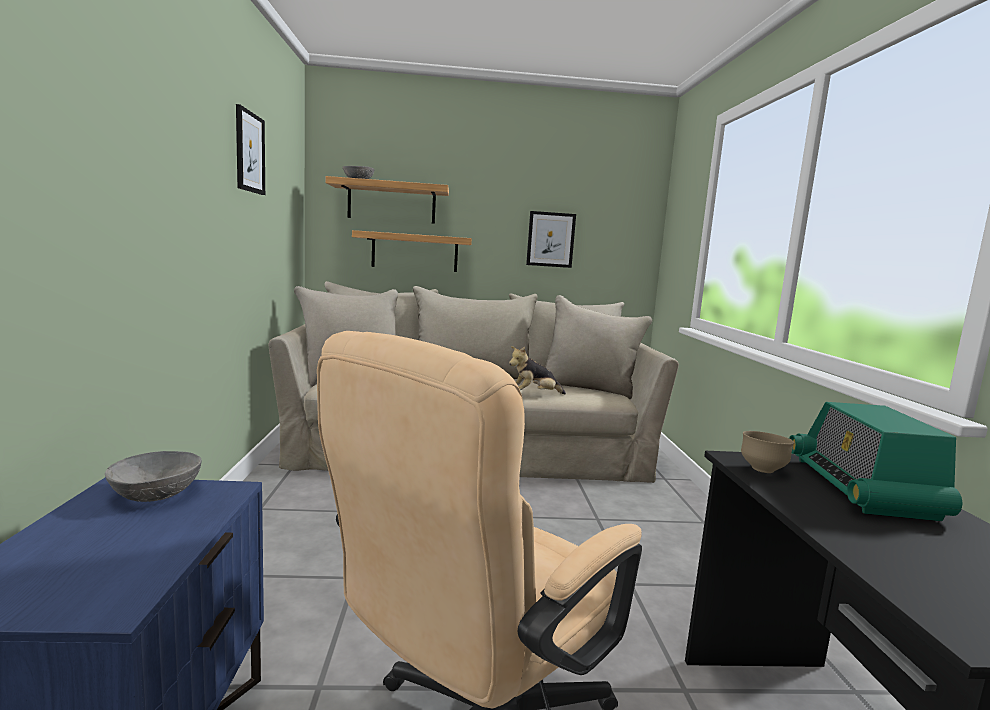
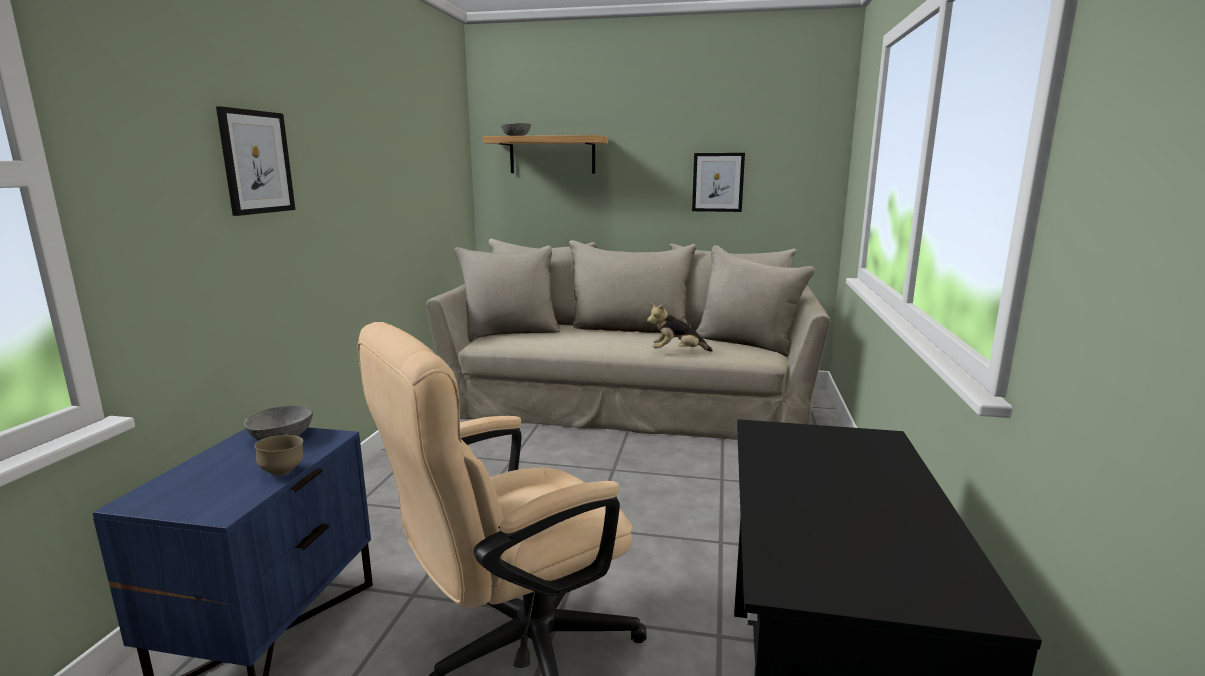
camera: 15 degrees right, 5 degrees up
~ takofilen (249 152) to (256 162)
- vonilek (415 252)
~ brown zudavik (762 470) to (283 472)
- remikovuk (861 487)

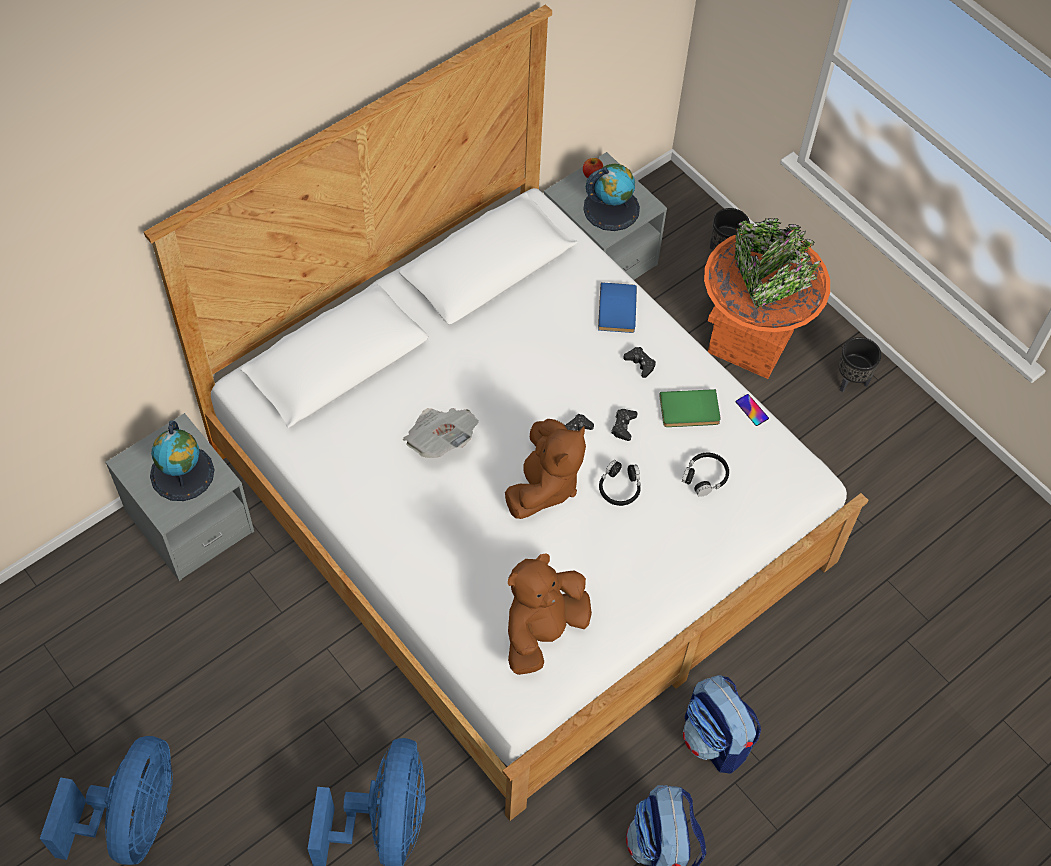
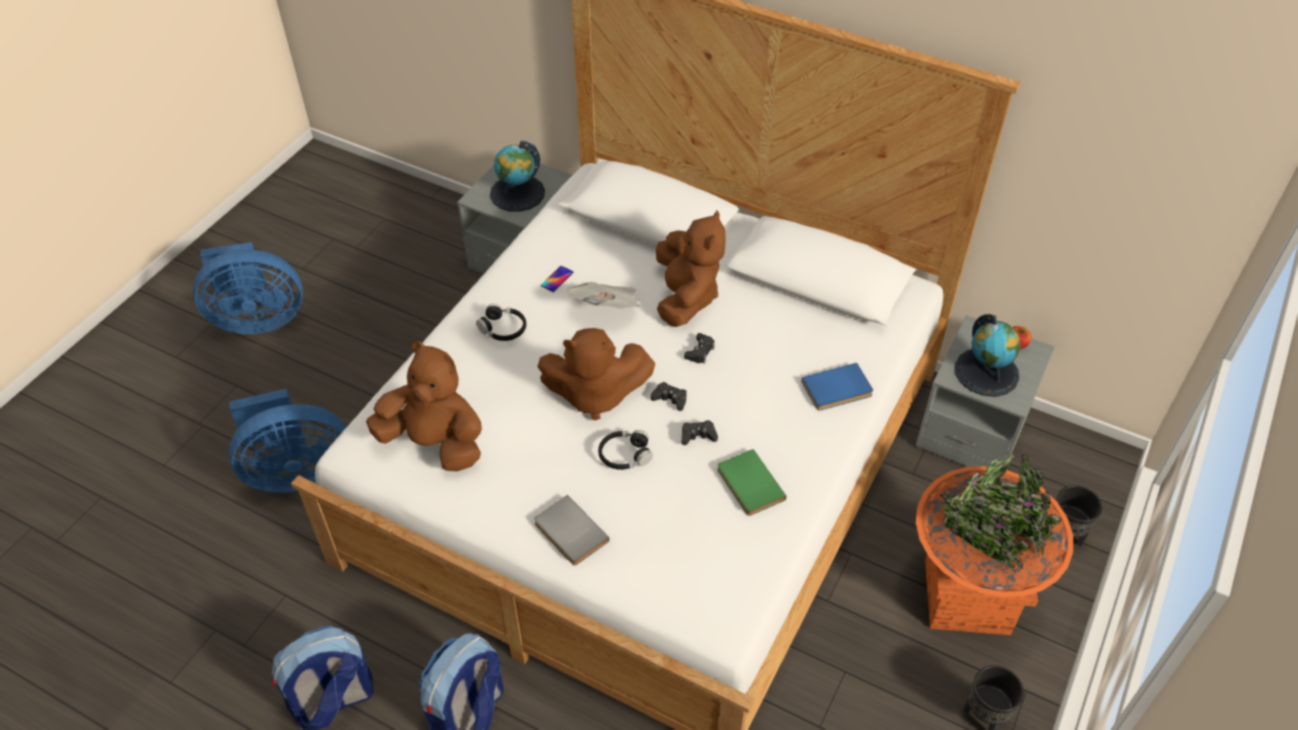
camera: 70 degrees right, 10 degrees down
~ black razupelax (640 364) to (700 351)
~ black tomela (705 477) to (503 329)
~ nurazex (752 410) to (557 279)
+ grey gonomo (569 533)
+ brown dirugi (686 297)

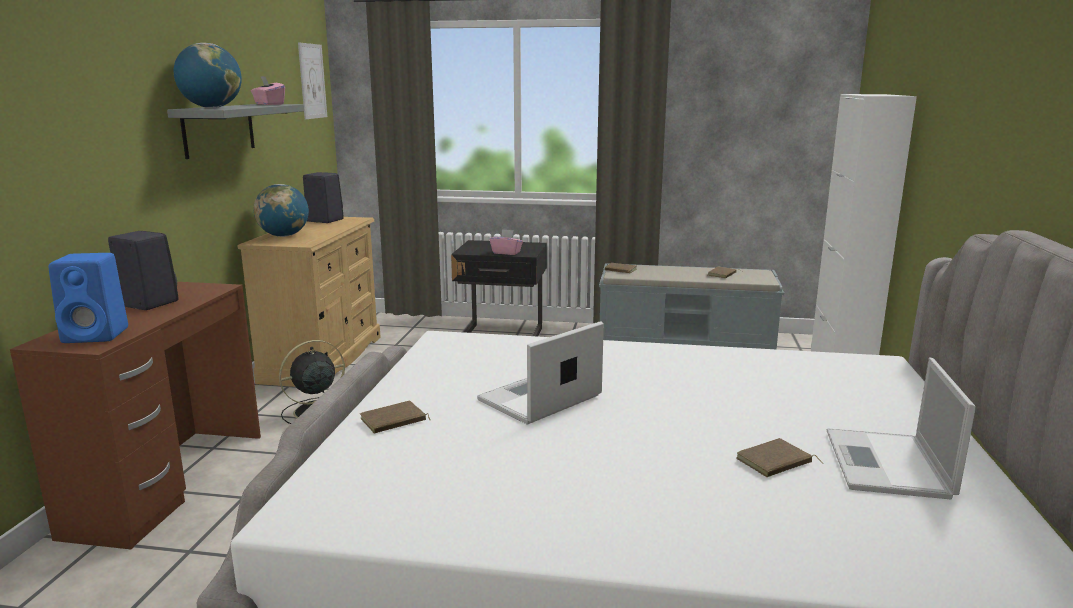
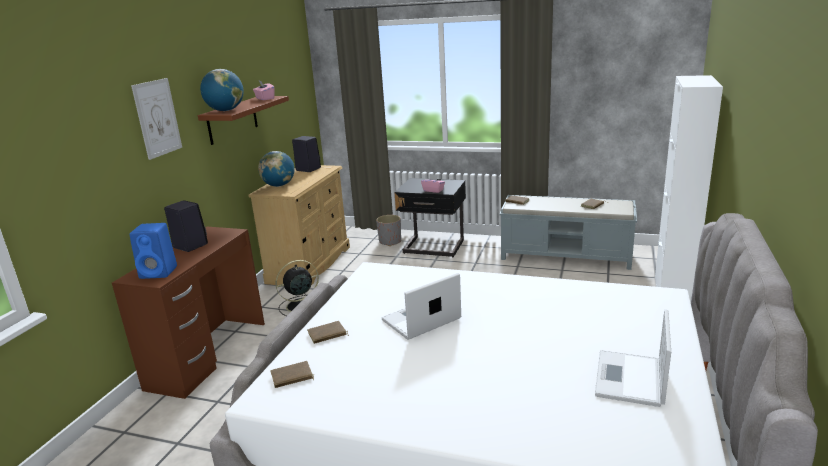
camera: 10 degrees right, 5 degrees up
~ grey vonilek (219 129) to brown vonilek (232 120)
~ takofilen (312 81) to (157 118)
~ brown gonomo (775 462) to (292 377)
+ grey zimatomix (390 242)

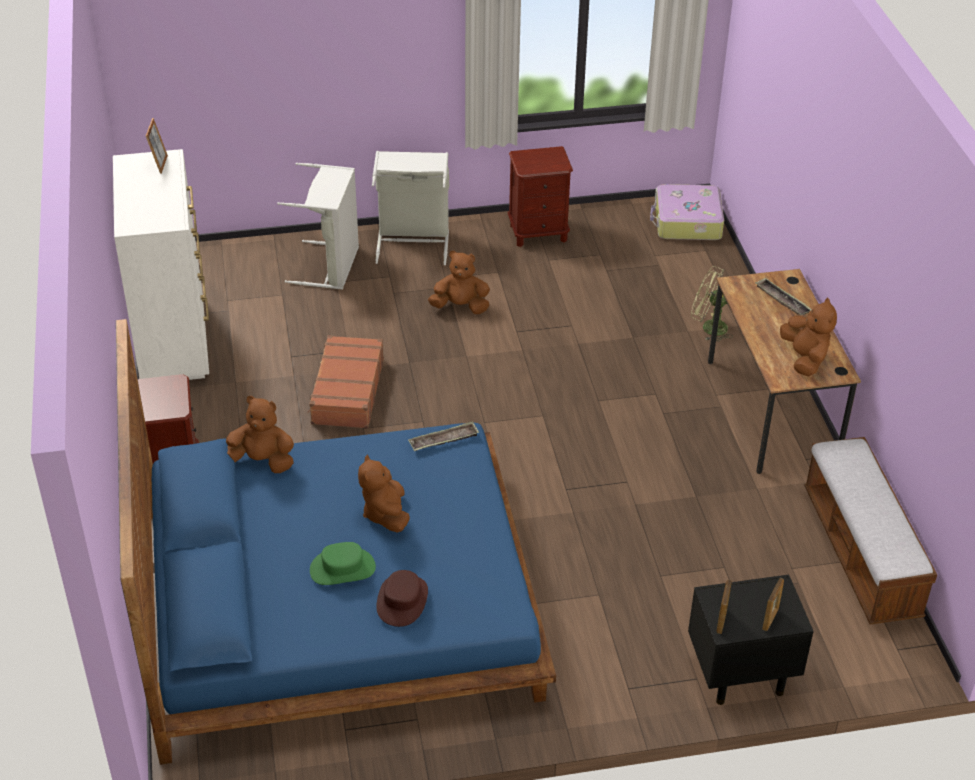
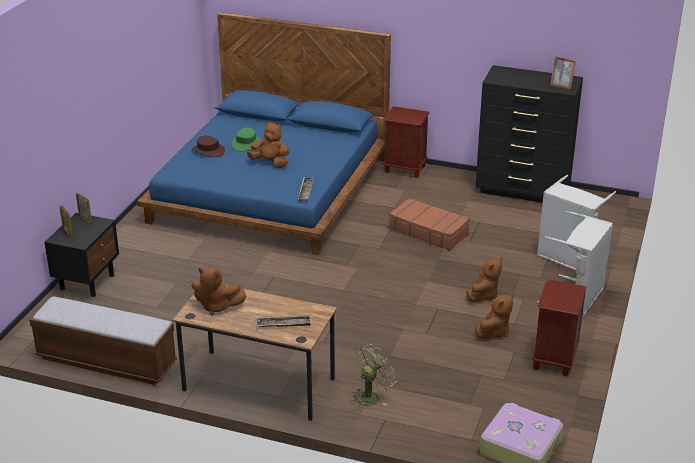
camera: 120 degrees right, 10 degrees down
~ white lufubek (174 342) to black lufubek (523 190)
~ brown dirugi (261 461) to (494 332)

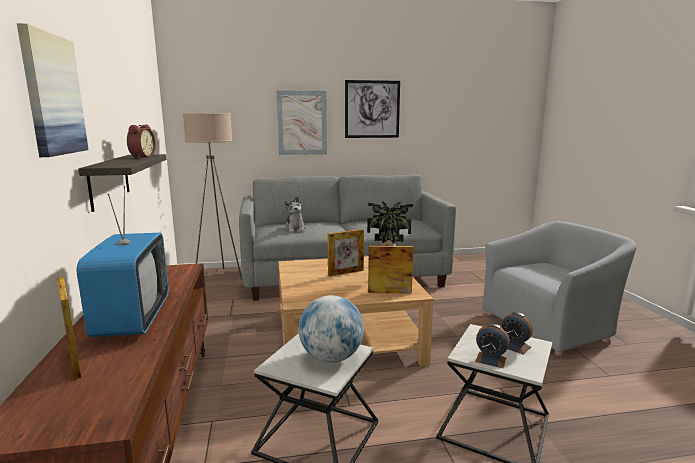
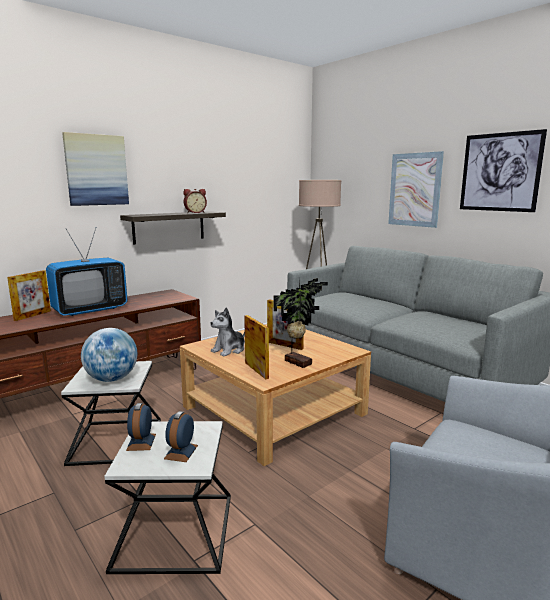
camera: 60 degrees right, 0 degrees up
~ dirugi (295 229) to (229 350)

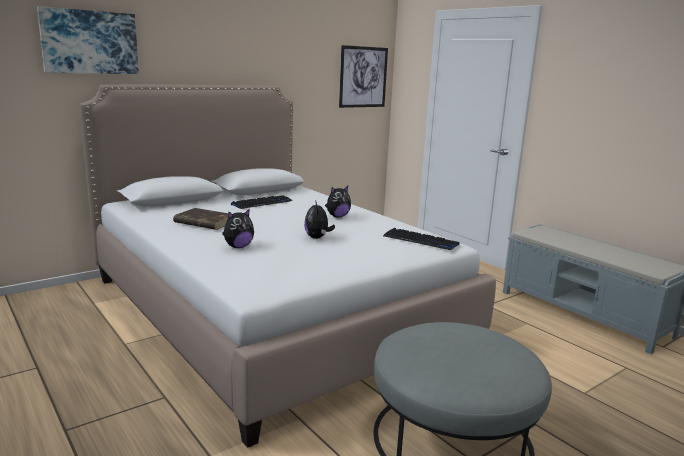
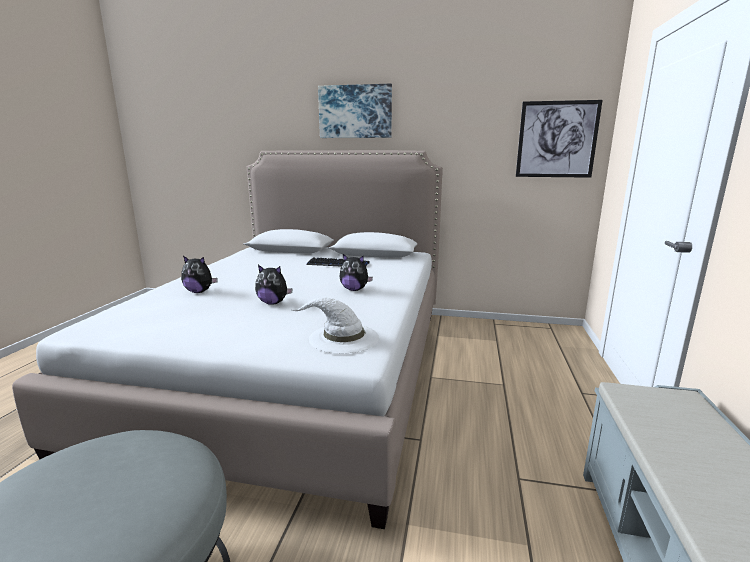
camera: 50 degrees right, 0 degrees up
~ takofilen (89 42) to (355 112)
- brown gonomo (204 222)
~ dirugi (317 238) = (273 303) 120 degrees counterclockwise
~ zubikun (420 240) to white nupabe (342 338)

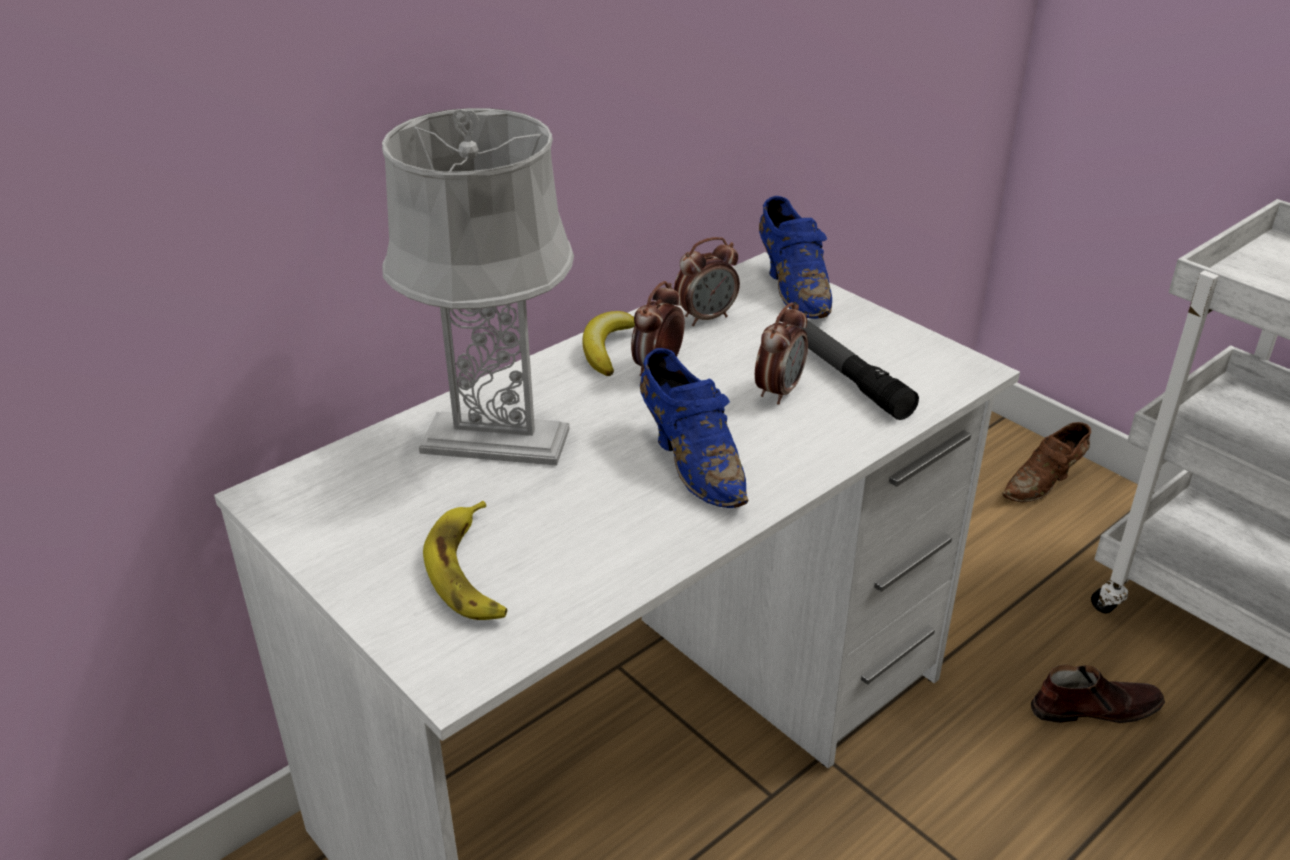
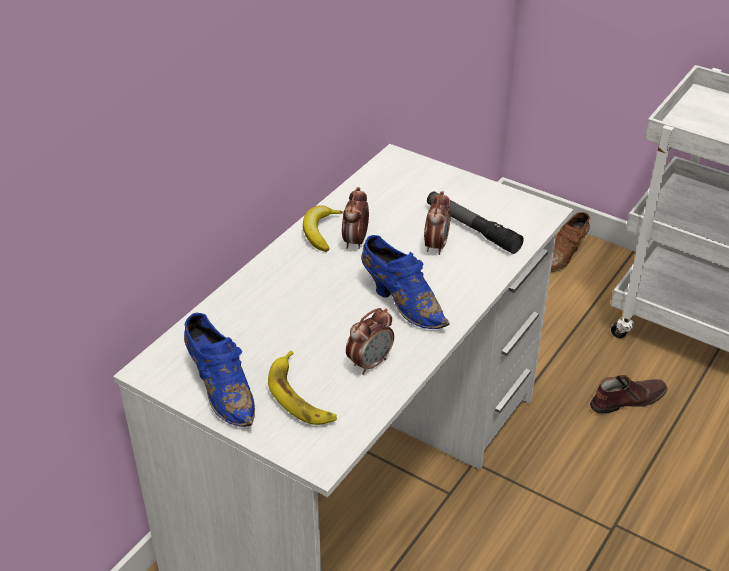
camera: 15 degrees left, 5 degrees up
- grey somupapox (494 441)
~ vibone (706 318) to (370 363)
~ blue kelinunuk (793 288) to (221 388)

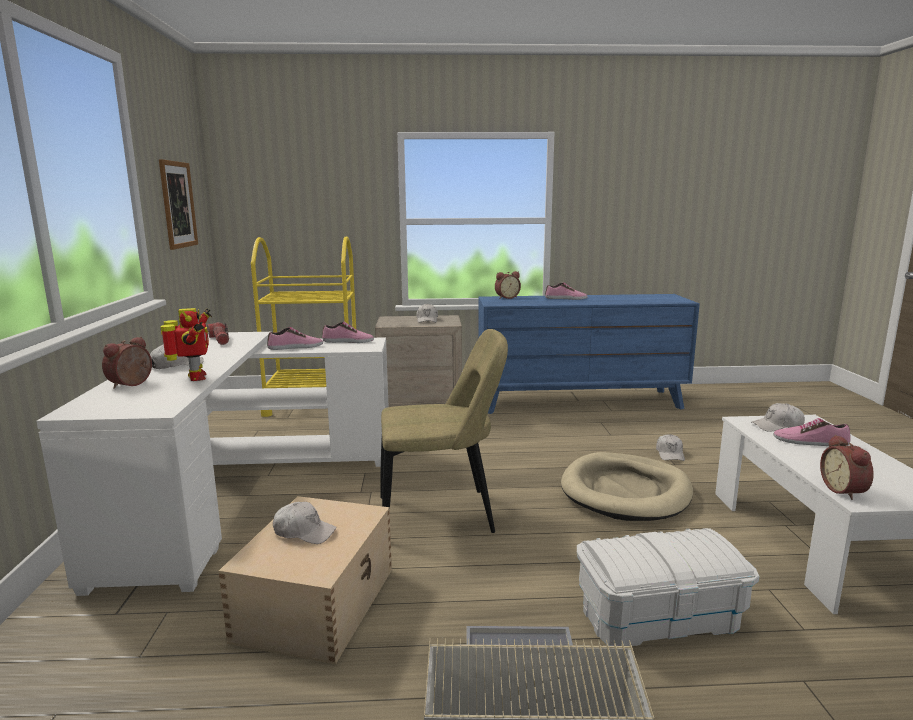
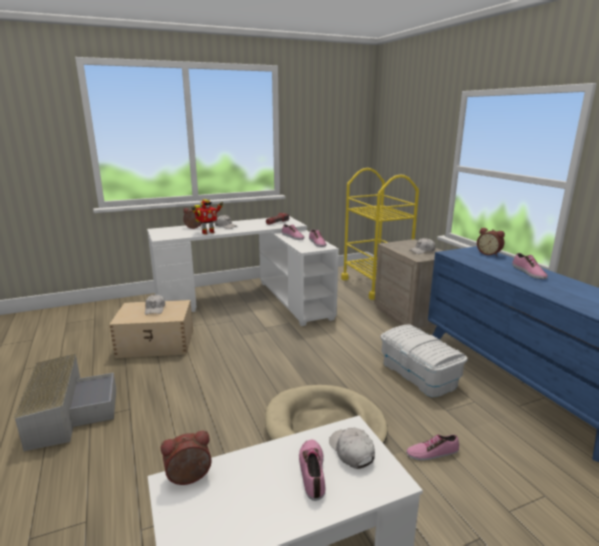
camera: 70 degrees right, 5 degrees up
- takofilen (178 204)
- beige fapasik (442 514)
~ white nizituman (658 615) to (419 374)
~ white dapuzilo (670 454) to kelinunuk (432 452)

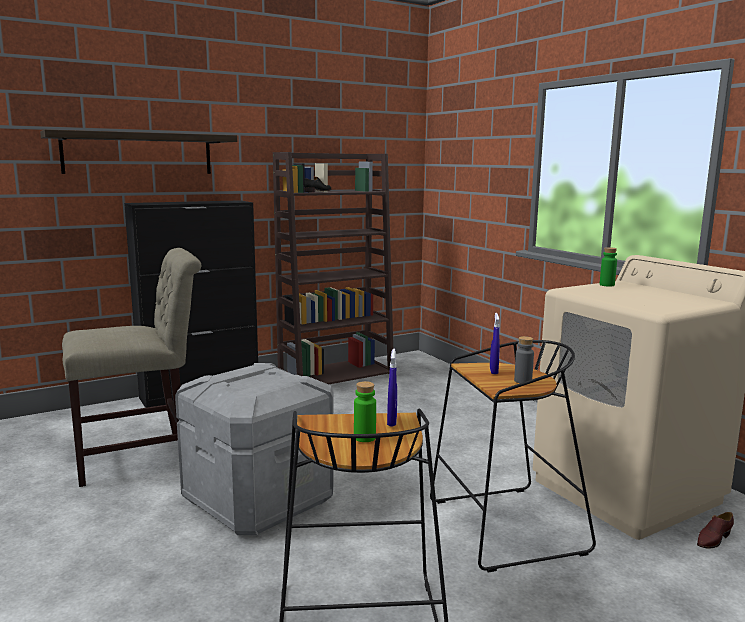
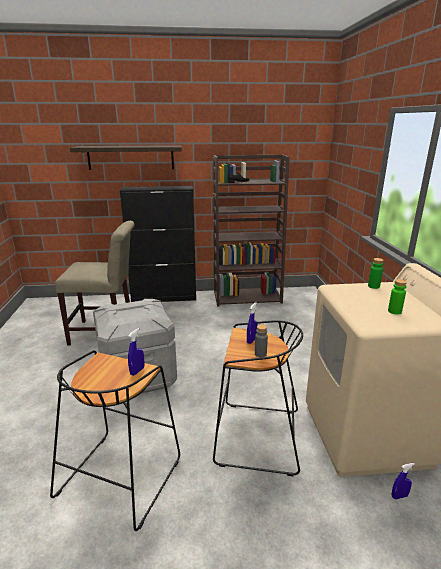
camera: 25 degrees right, 10 degrees up
~ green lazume (364 437) to (394 311)
~ brown kelinunuk (713 539) to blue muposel (399 496)

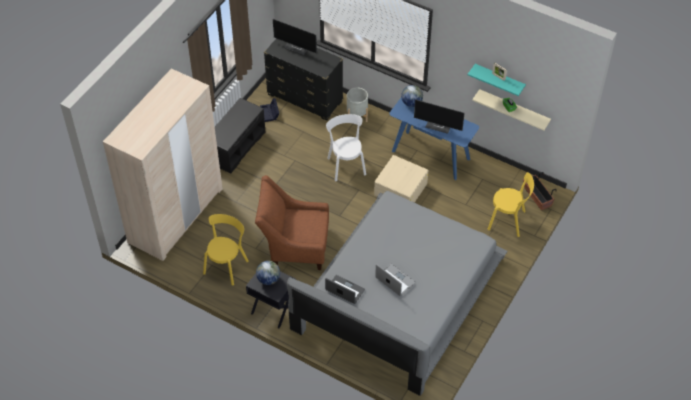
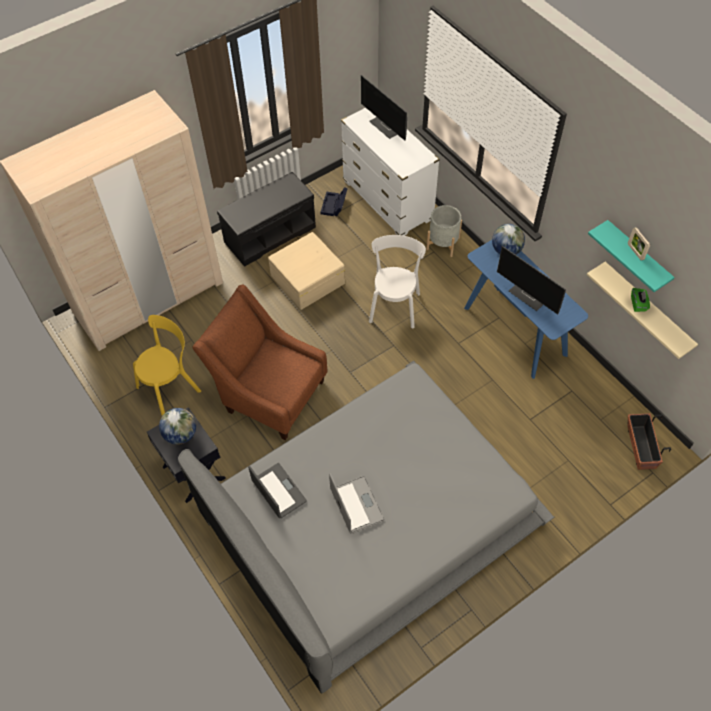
camera: 25 degrees right, 5 degrees up
~ black lufubek (305 98) to white lufubek (388 200)
~ beige nizituman (400 189) to (307 279)
- yellow fapasik (508 221)

